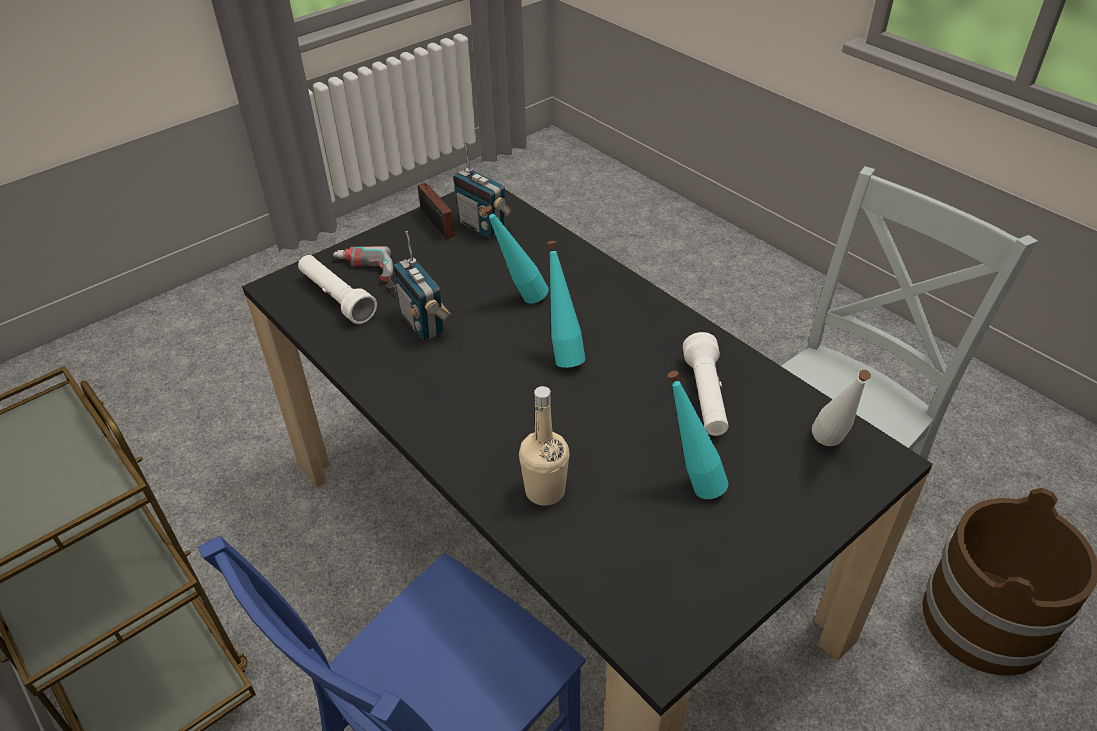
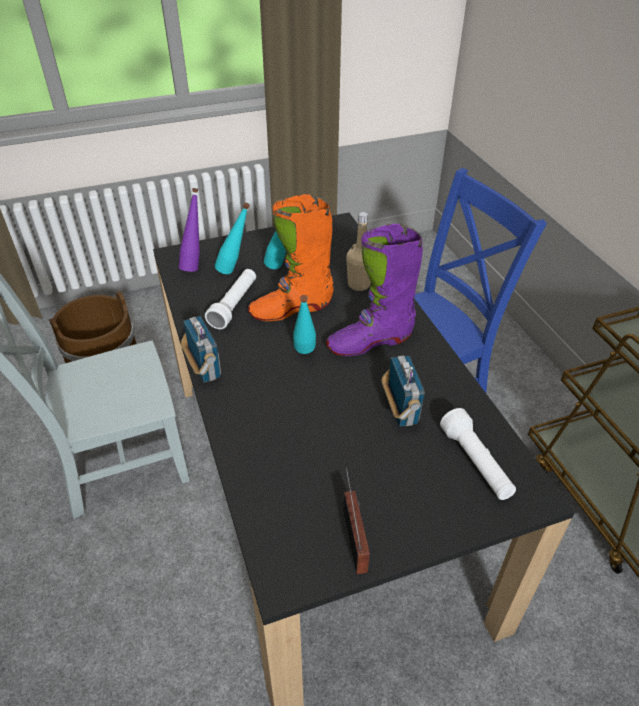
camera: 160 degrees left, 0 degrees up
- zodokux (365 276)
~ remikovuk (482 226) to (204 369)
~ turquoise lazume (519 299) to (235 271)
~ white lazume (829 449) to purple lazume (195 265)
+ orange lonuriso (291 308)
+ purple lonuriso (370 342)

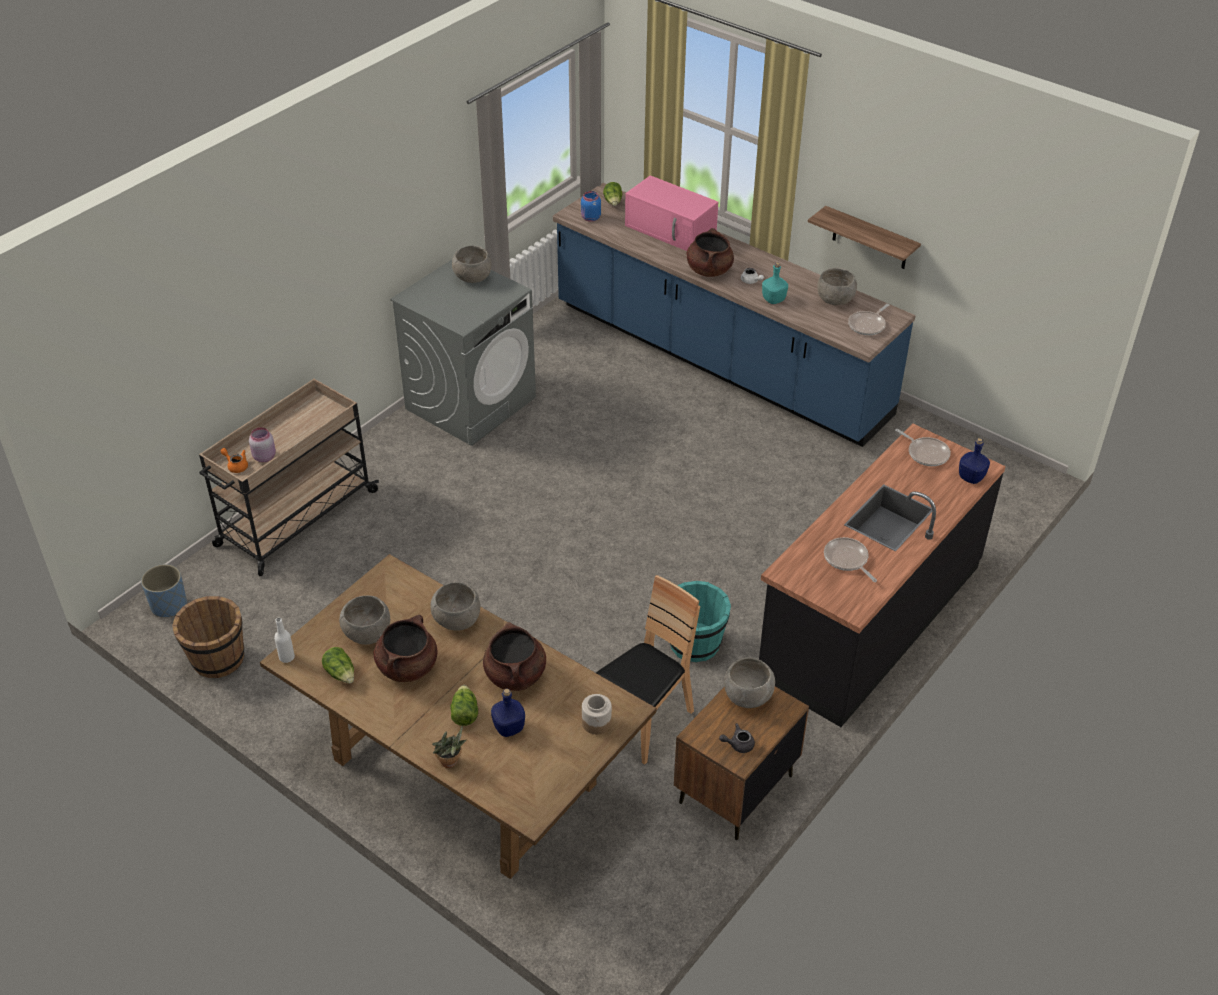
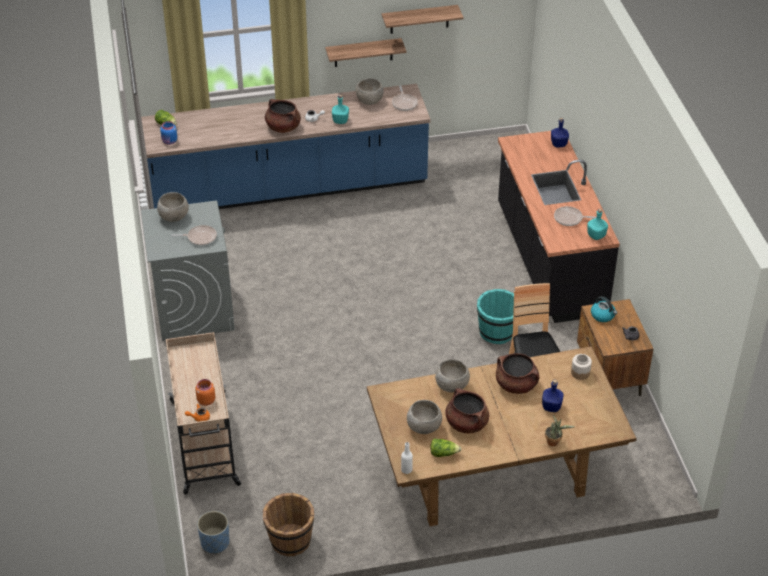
camera: 50 degrees left, 0 degrees up
~ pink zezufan (264 456) to orange zezufan (205 400)
- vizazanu (464 713)
- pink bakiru (671 230)
~ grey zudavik (748 697) to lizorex (603 315)
~ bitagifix (926 453) to (200 237)
+ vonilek (419 19)
+ turquoise lazume (596 236)

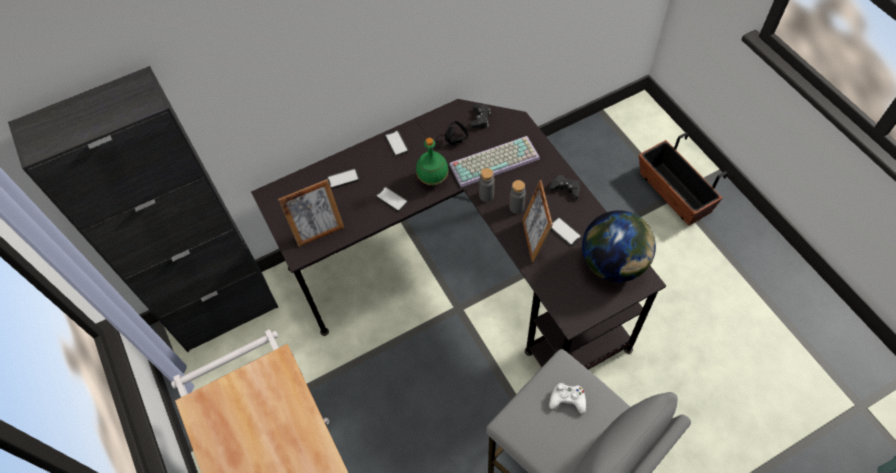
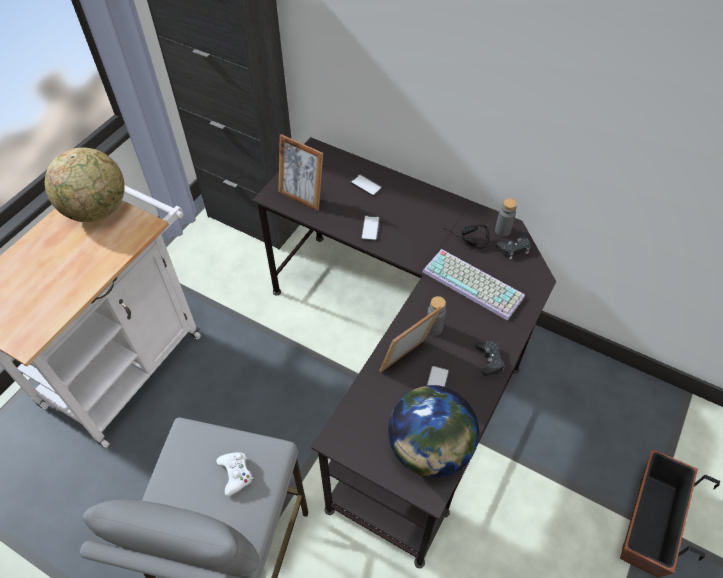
camera: 55 degrees right, 5 degrees down
- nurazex (396 143)
- green lazume (433 180)
~ grey lazume (486 195) to (502 231)
+ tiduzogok (98 210)

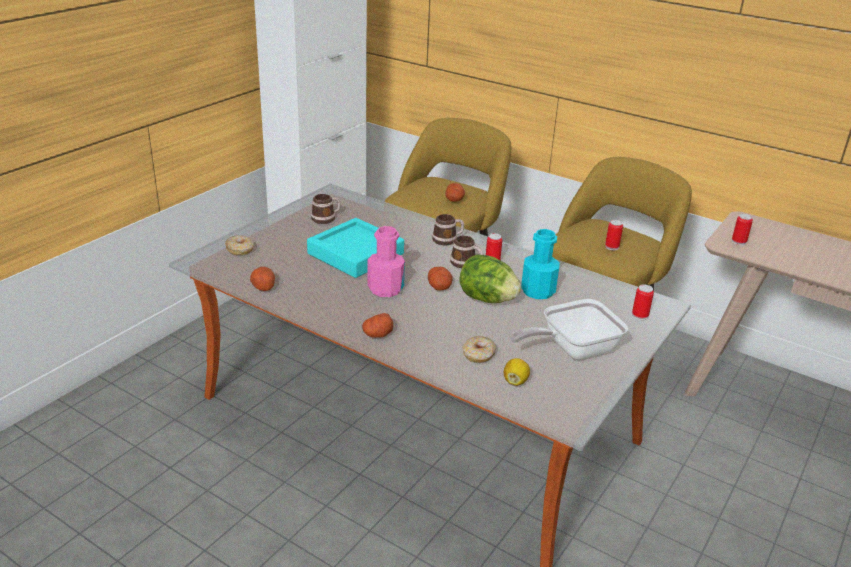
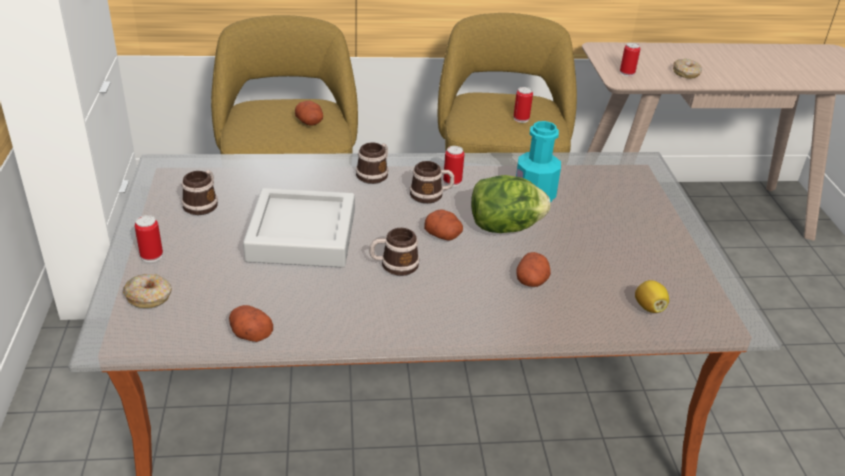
camera: 40 degrees left, 5 degrees up
~ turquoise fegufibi (355 254) to grey fegufibi (302 236)
~ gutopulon (377 334) to (531 281)
~ pink lazume (385 289) to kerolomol (394 265)
~ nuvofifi (478 355) to (686 73)
- bitagifix (572 349)
~ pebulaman (640 315) to (151 256)

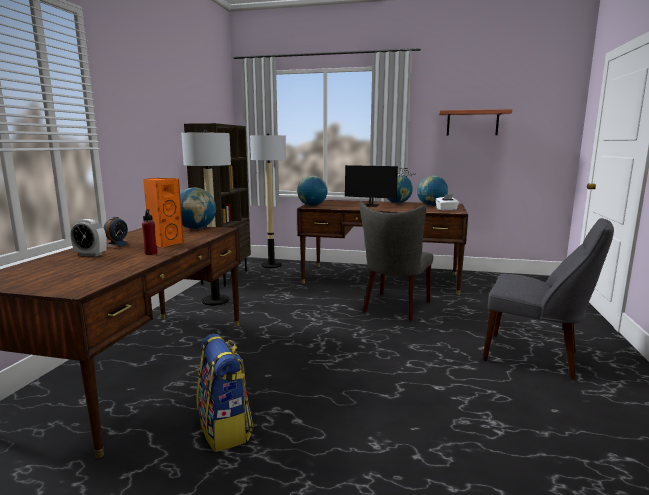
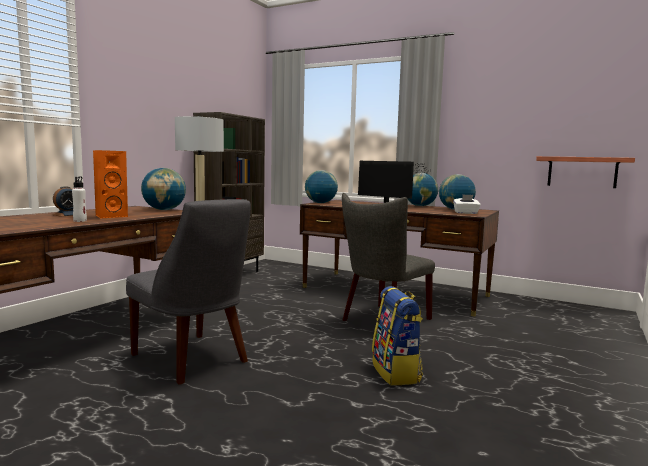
camera: 15 degrees right, 5 degrees down
- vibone (90 255)
~ red lazume (151 253) to white lazume (80 221)
~ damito (225 429) to (396 373)
- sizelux (271 265)
~ vonilek (472 123) to (582 172)
~ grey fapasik (535 356) to (192 359)

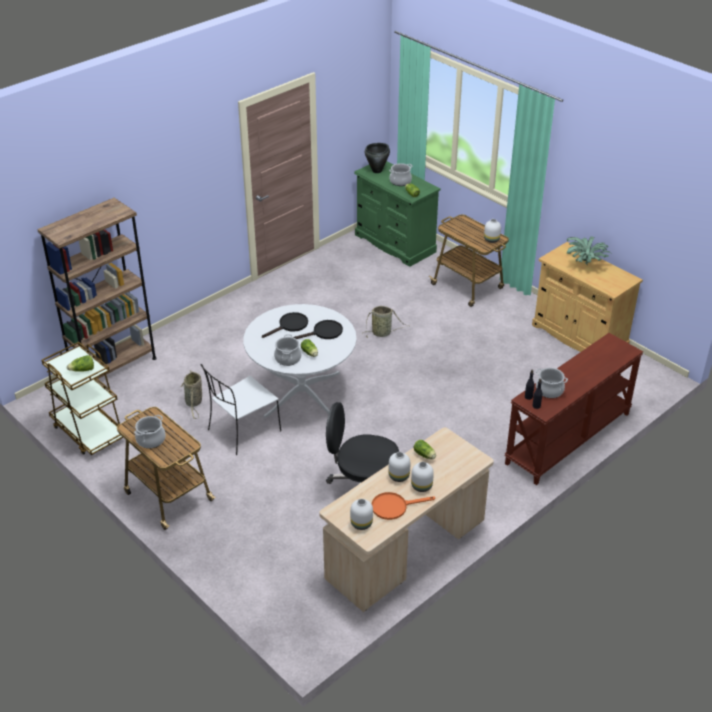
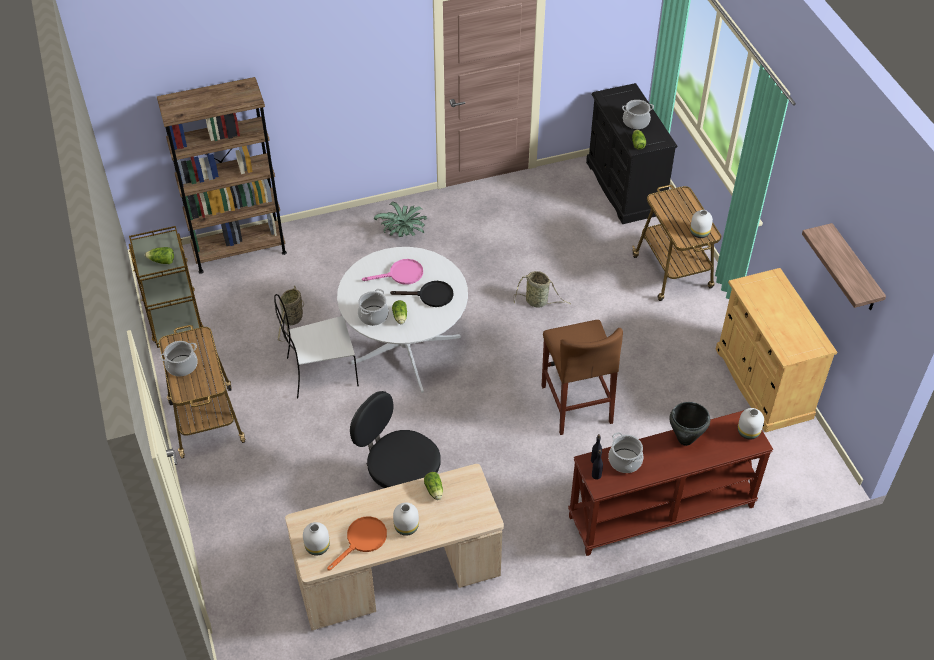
camera: 25 degrees right, 10 degrees up
~ black bitagifix (290 325) to pink bitagifix (401 275)
~ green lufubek (395 243) to black lufubek (624 188)
~ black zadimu (377 171) to (685 439)
~ orange bitagifix (394 507) = (362 540) 120 degrees clockwise
~ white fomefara (398 476) to (748 431)
~ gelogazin (585 263) to (404 233)
+ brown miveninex (576 404)
+ vonilek (854 270)

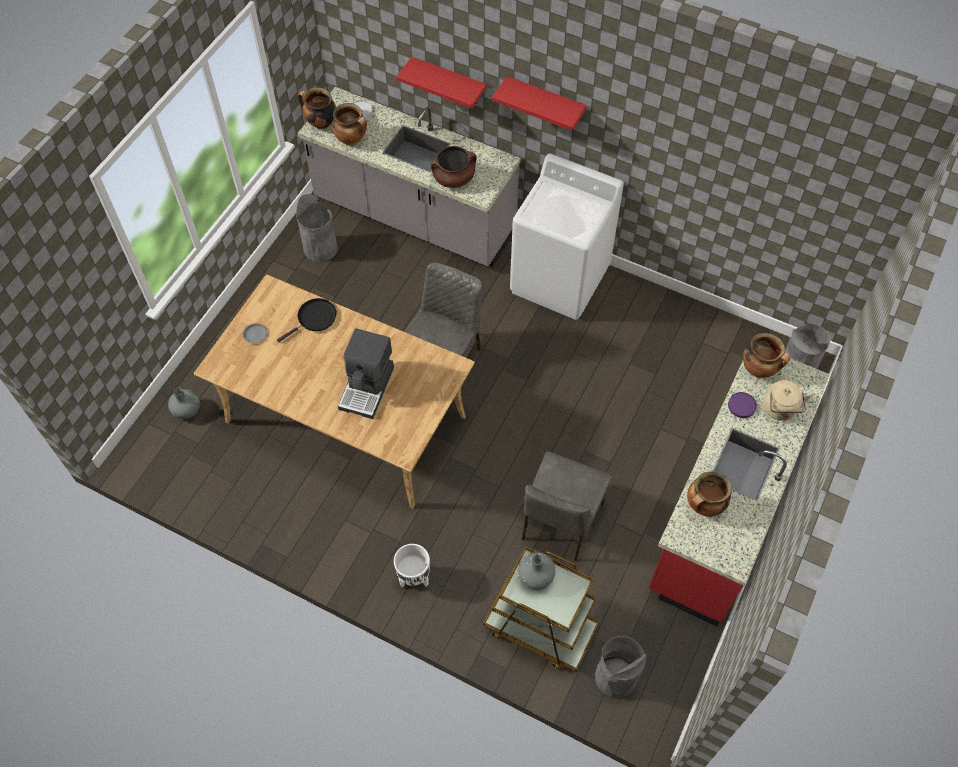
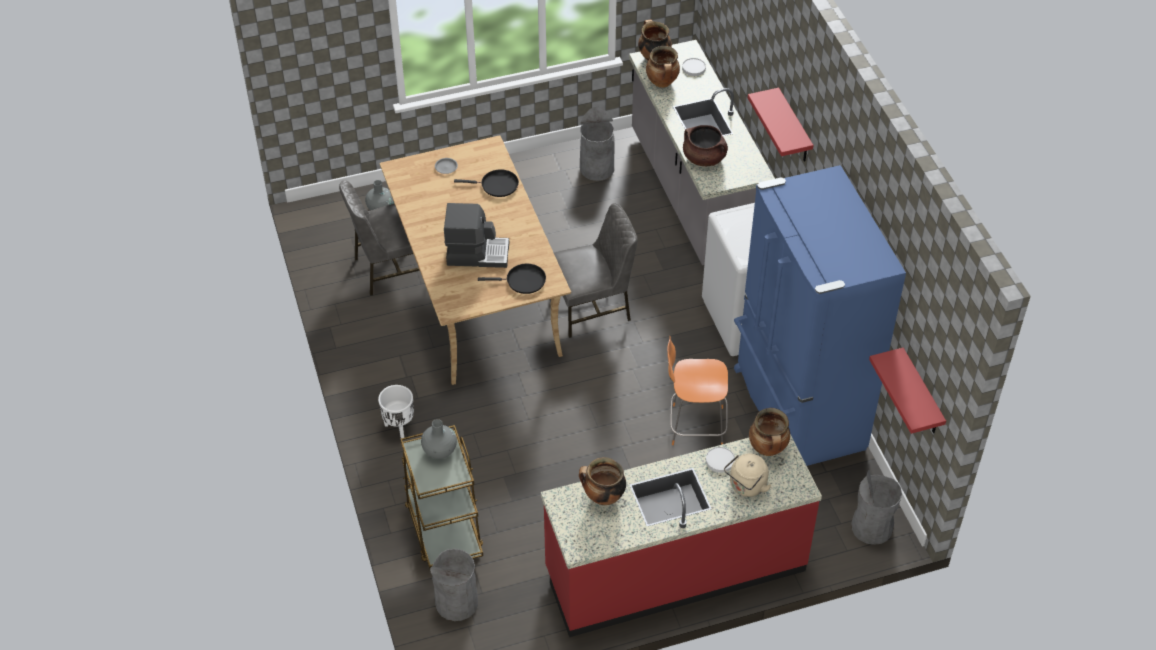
camera: 45 degrees right, 10 degrees down
~ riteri (367 387) = (477 253) 150 degrees counterclockwise
~ red vonilek (449 81) to (921 394)
~ grey fapasik (560 521) to (391 268)
~ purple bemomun (741 406) to white bemomun (720 460)
+ black bitagifix (523 281)
+ orange miveninex (694 425)
+ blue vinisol (796 410)

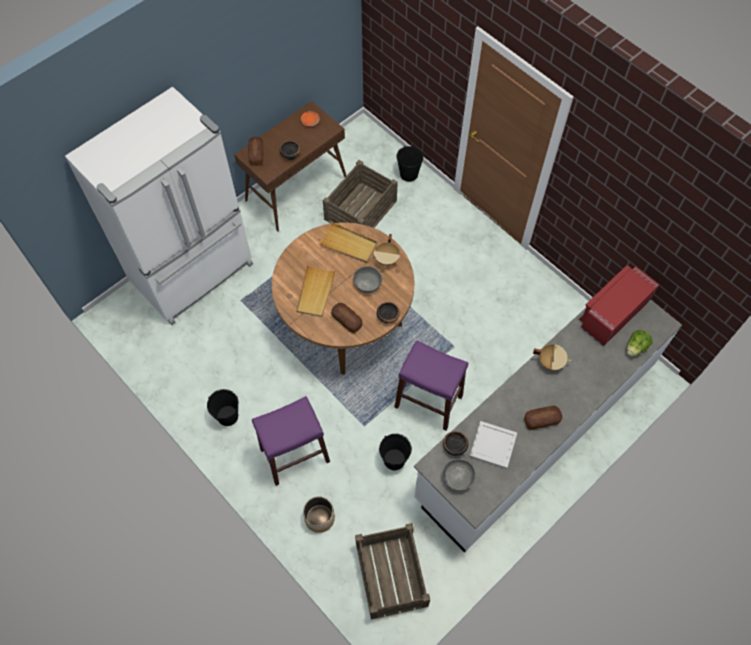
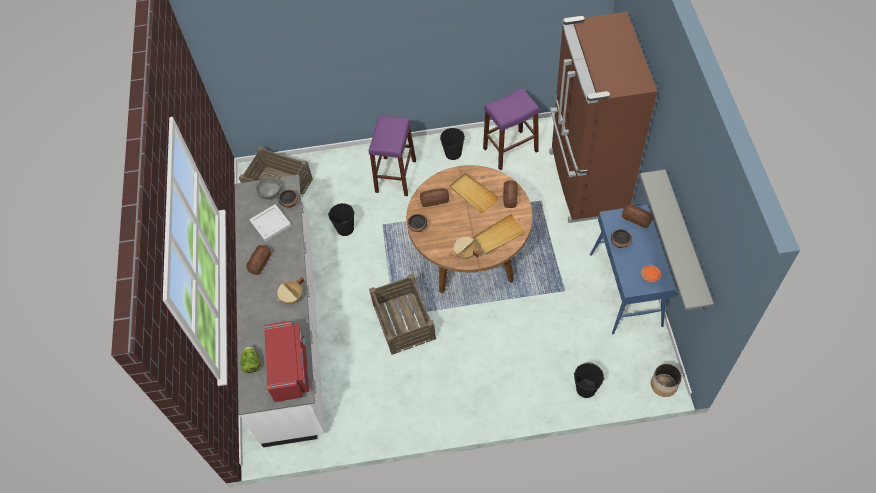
camera: 130 degrees right, 5 degrees down
~ white vinisol (194 274) to brown vinisol (585 183)
~ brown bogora (297 189) to blue bogora (626 290)
~ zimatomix (319 518) to (663 385)
~ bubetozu (361 210) to (403 321)
- grey zudavik (367 284)
~ purple miveninex (428 401) to (510 150)
+ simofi (510 197)
+ grey vonilek (685 240)

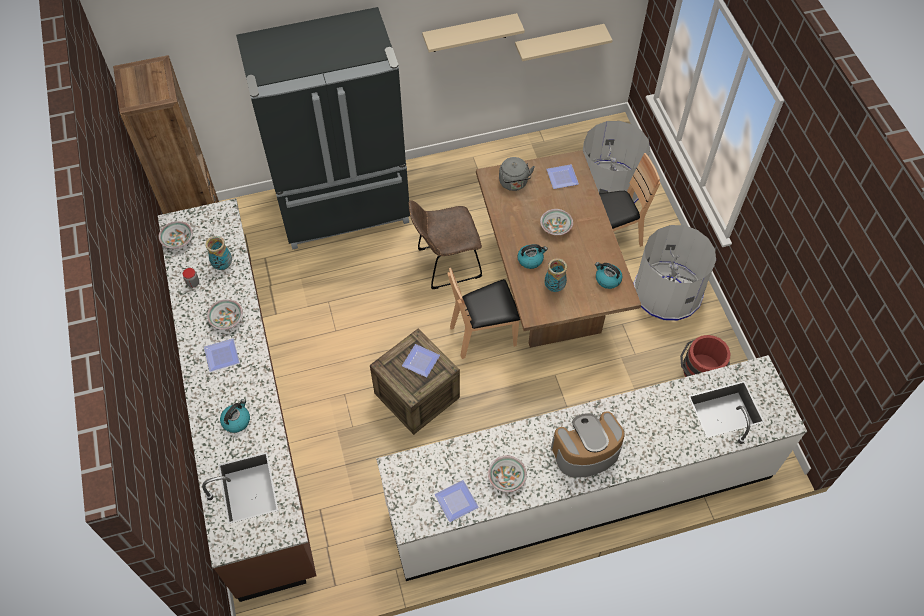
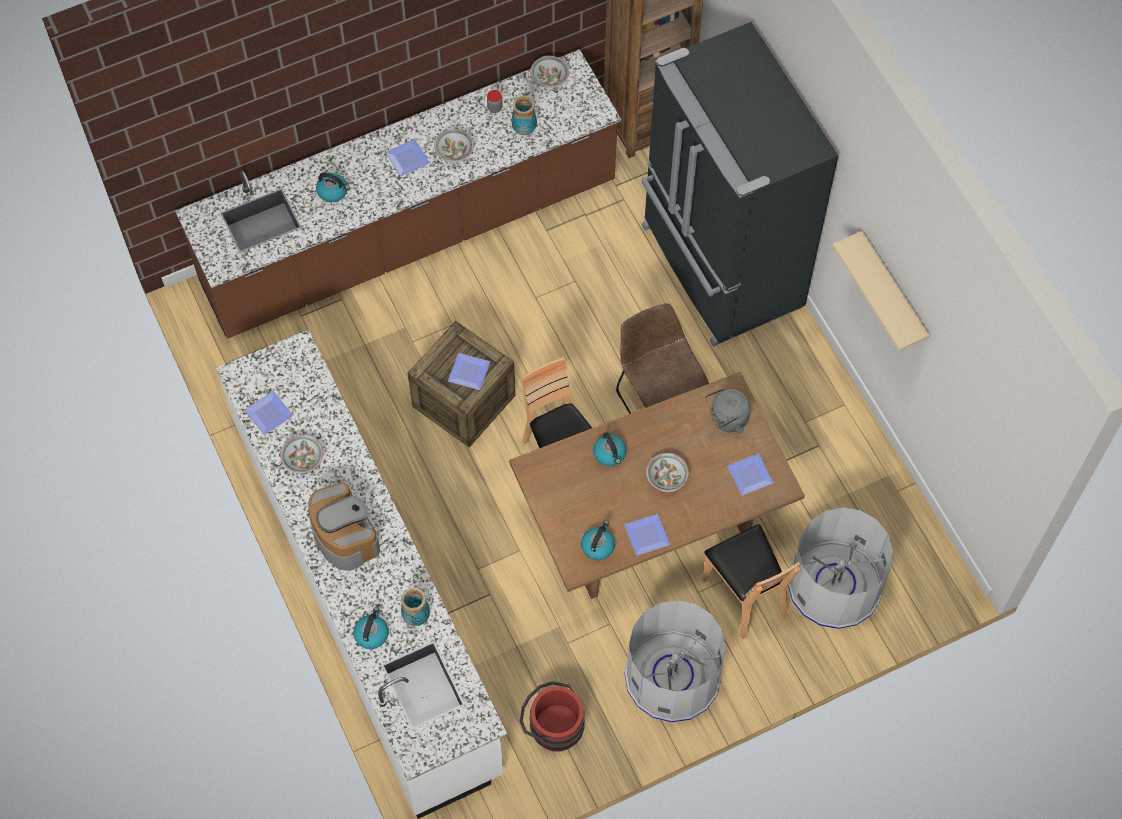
camera: 80 degrees right, 5 degrees up
- beige vonilek (558 42)
~ fomefara (554 287) to (416 617)
+ lizorex (371 634)
+ bemomun (647 534)

